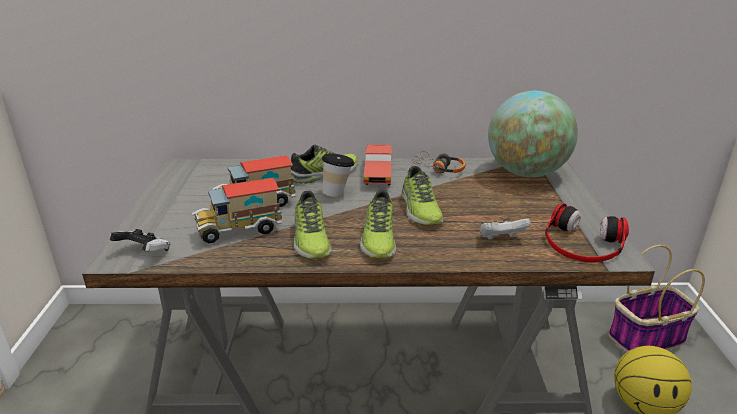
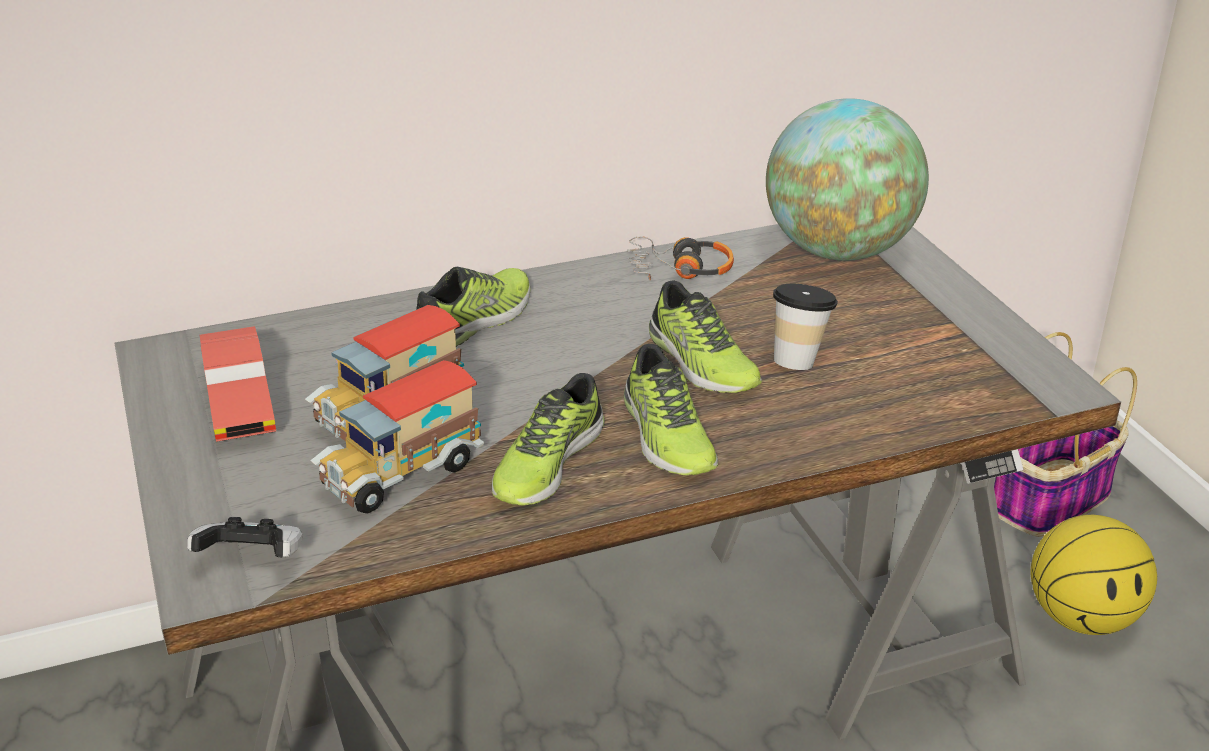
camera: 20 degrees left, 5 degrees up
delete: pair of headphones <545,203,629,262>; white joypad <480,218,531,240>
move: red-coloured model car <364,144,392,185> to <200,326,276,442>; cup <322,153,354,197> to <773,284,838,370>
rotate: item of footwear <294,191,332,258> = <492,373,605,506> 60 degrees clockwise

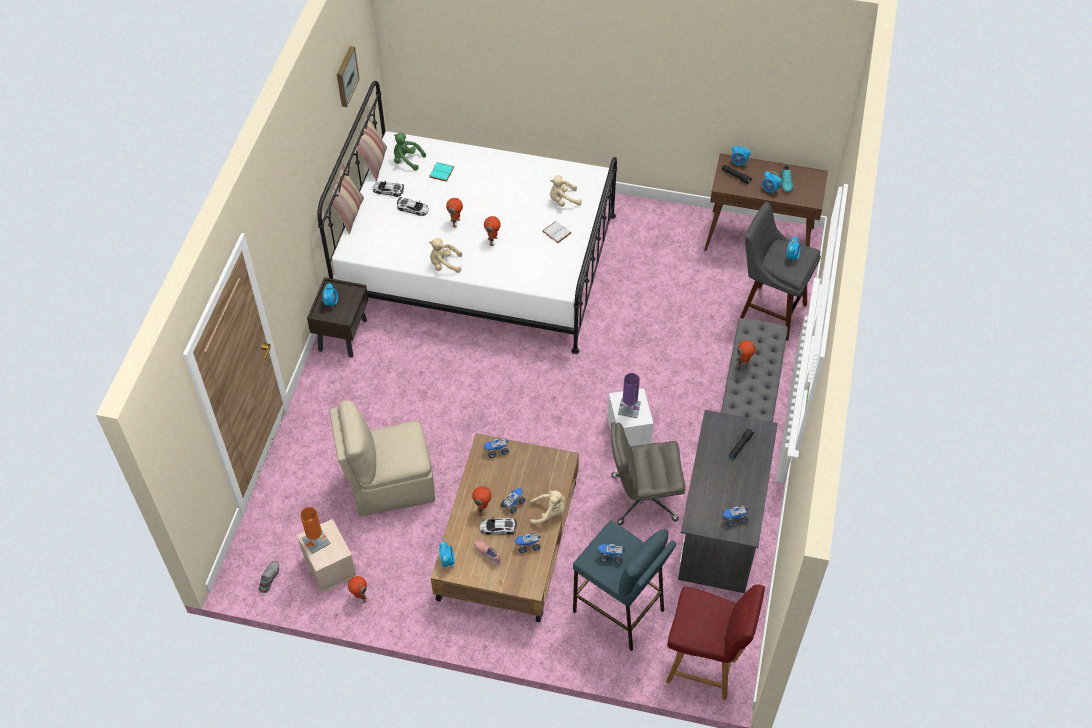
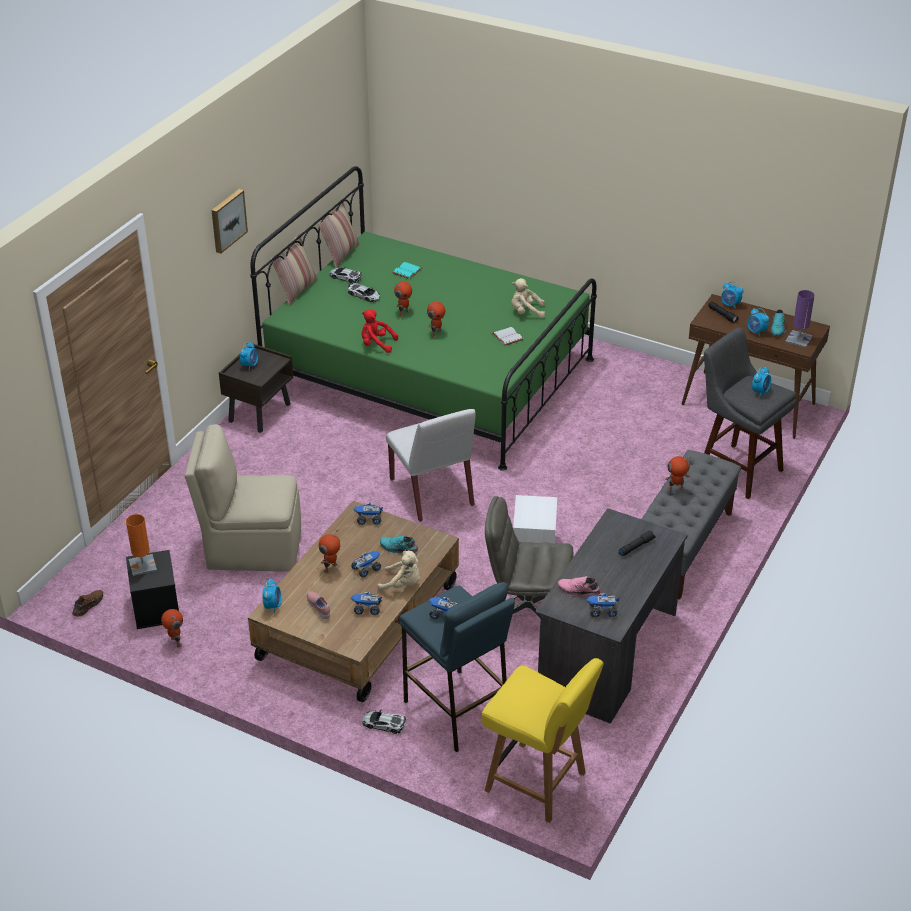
camera: 15 degrees right, 15 degrees down
delete: green plush toy <394,133,426,170>
insert: white plain chair <386,409,476,522>; turquoise-coloured item of footwear <380,535,418,554>; pink item of footwear <558,576,601,597>
move: wall art <337,46,360,107> to <211,189,248,254>; purple lamp for a table <618,373,641,418> to <785,290,815,348>; model car <479,517,517,535> to <362,710,406,734>
recolor: white bedroom bed <317,81,617,354> to green bedroom bed <250,166,597,471>; beige-coloured plush toy <429,238,462,273> to red-coloured plush toy <362,309,398,353>; beige-coloured storage box <297,519,357,593> to black-coloured storage box <126,550,179,629>; greyish item of footwear <259,561,279,593> to brownish item of footwear <72,590,103,617>; red-coloured plain chair <666,584,765,700> to yellow-coloured plain chair <481,658,604,823>

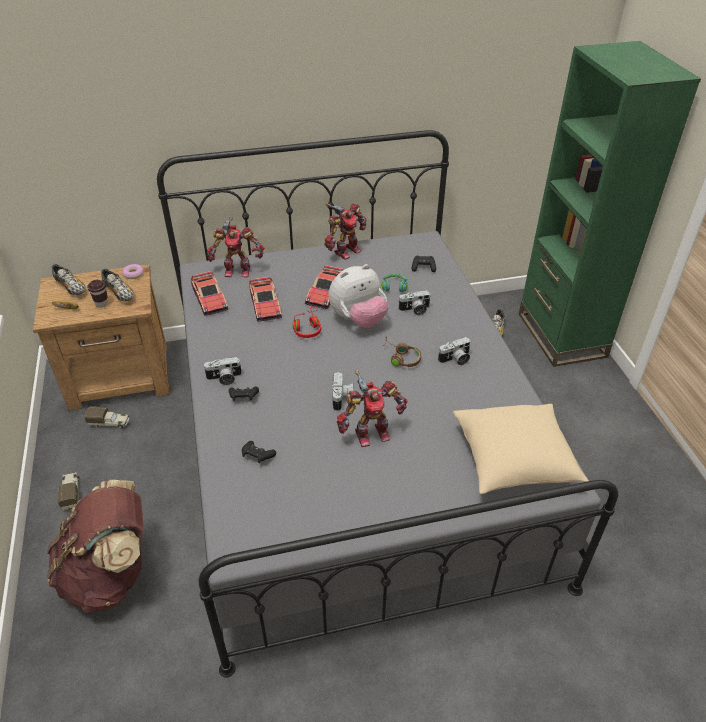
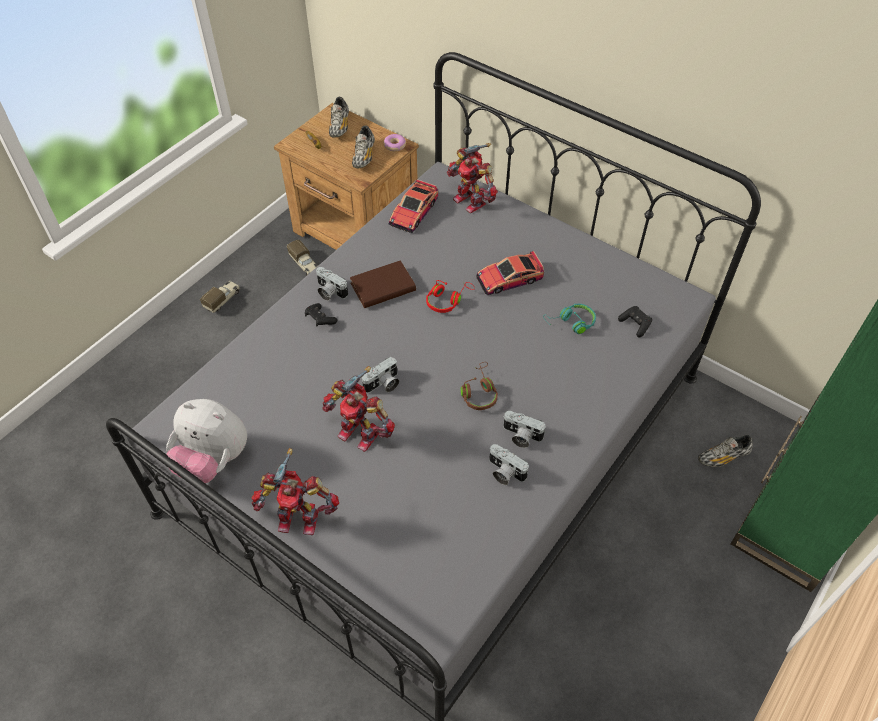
camera: 50 degrees right, 10 degrees up
delete: model car <249,277,282,322>; brownish cup <87,280,108,307>; beige-coloured cushion <453,404,589,494>; black-coloured joypad <242,441,276,463>; brownish backpack <47,480,143,613>
insert: brownish volume <350,260,416,308>
move: robot figure <324,204,367,260> to <252,448,339,535>; plush toy <329,264,388,328> to <166,399,247,483>; still camera <398,290,431,315> to <489,444,529,485>

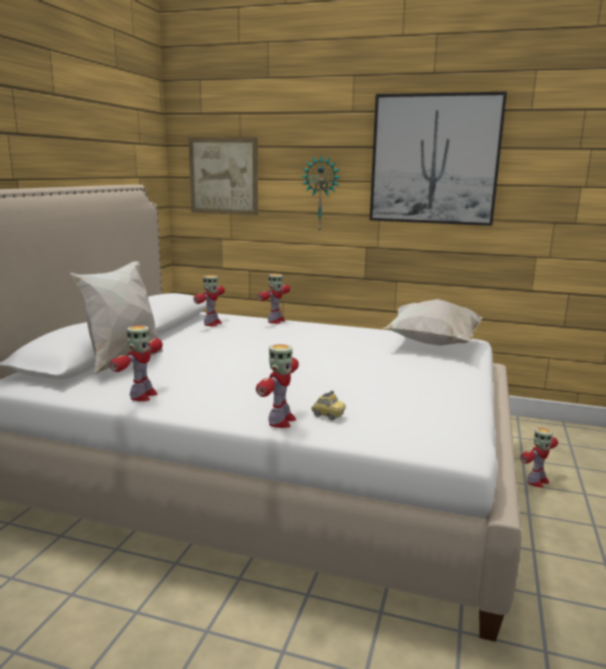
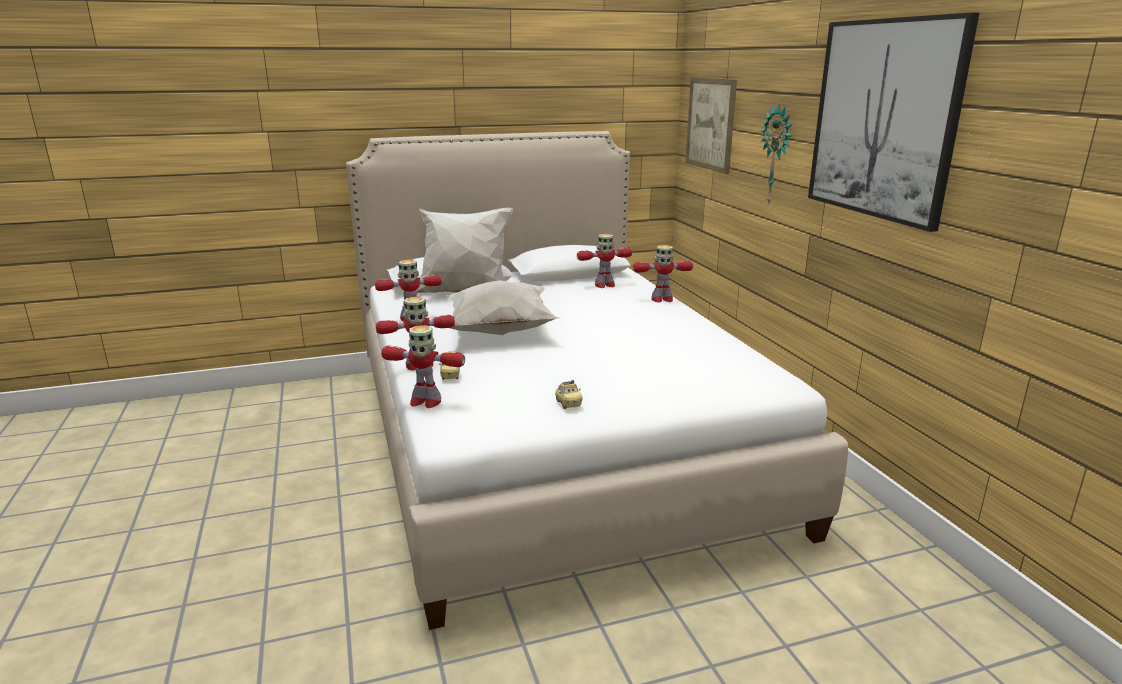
camera: 55 degrees right, 5 degrees up
insert: model car <555,380,582,409>
move: white cushion <384,299,482,346> to <445,280,560,335>; robot figure <520,427,558,488> to <381,325,465,408>

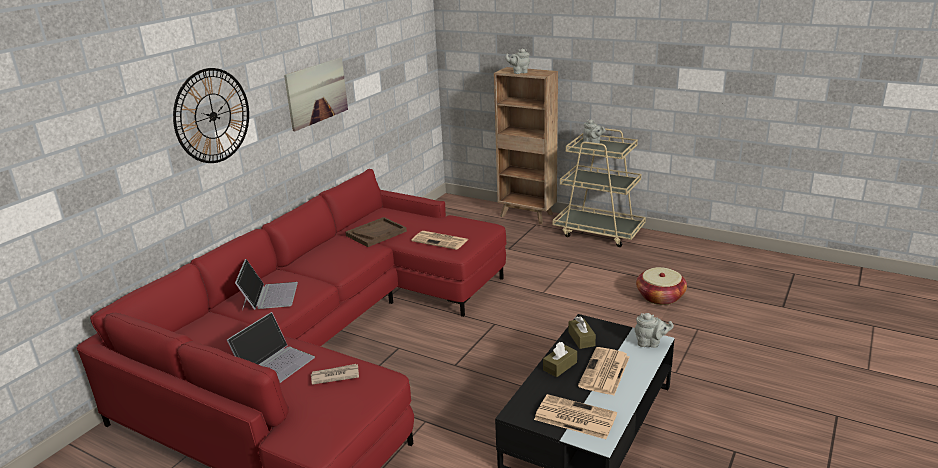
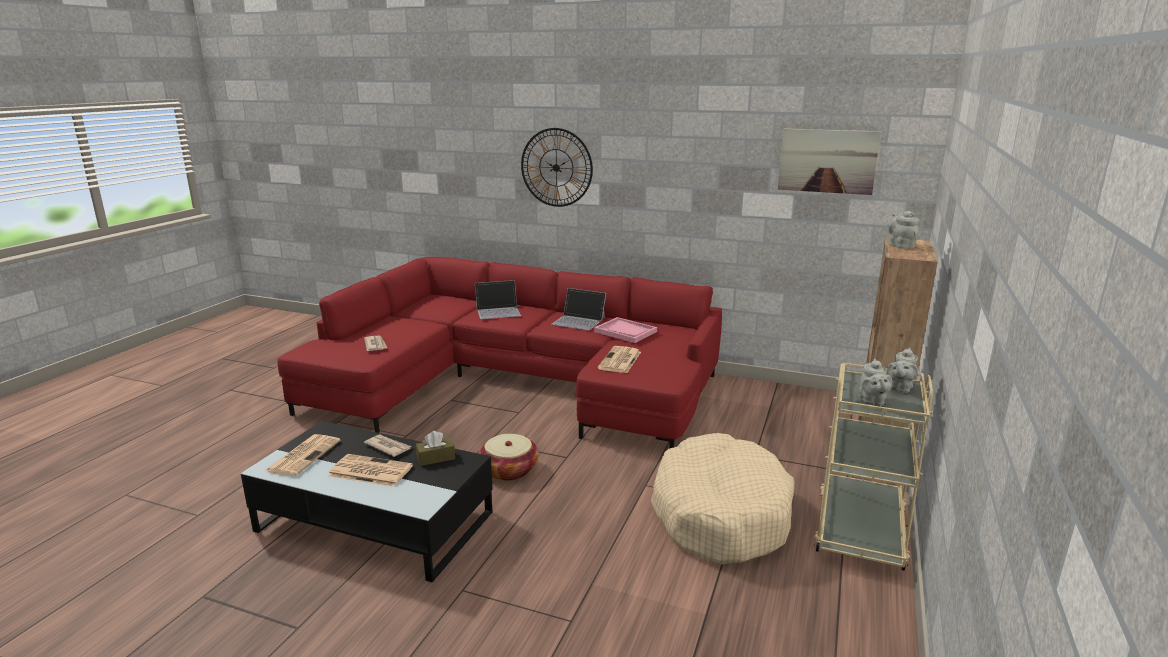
camera: 80 degrees right, 5 degrees down
insert: beige-coloured pet bed <651,433,795,564>
move: wall art <284,58,348,131> to <778,128,881,195>; basket <636,267,687,305> to <478,434,539,481>; notebook computer <227,312,315,383> to <552,288,606,330>; greyish teapot <635,313,674,348> to <859,359,892,406>
replace: brownish tissue holder <543,342,577,377> to newspaper <364,434,412,457>
recolor: brownish serving tray <346,217,407,247> to pink serving tray <594,317,657,343>

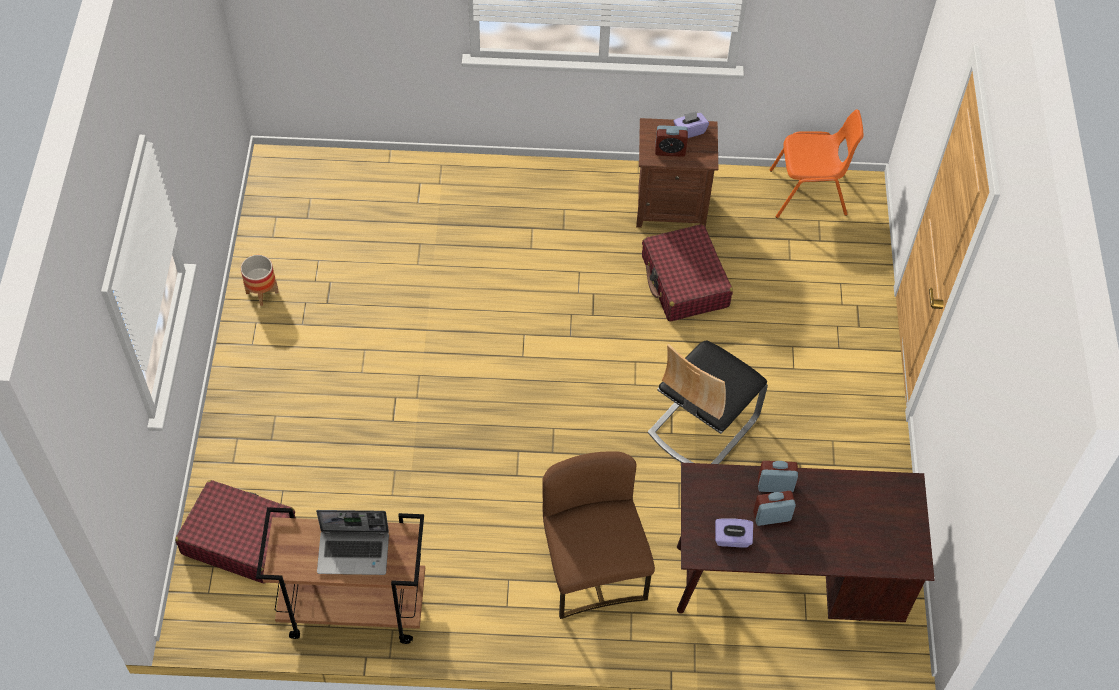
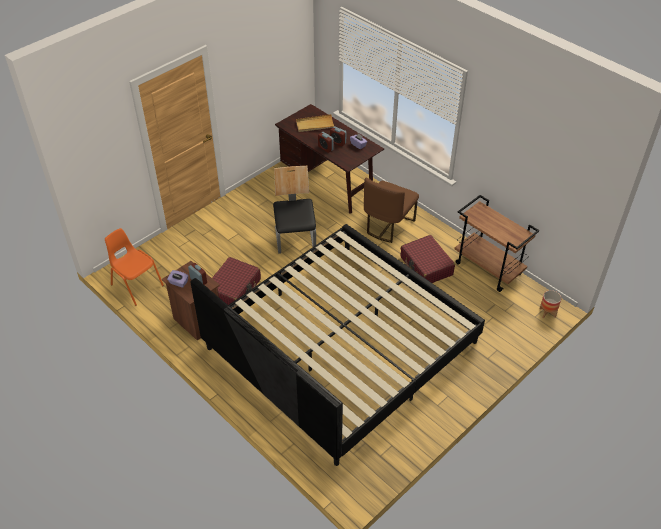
camera: 135 degrees left, 10 degrees down
delete: notebook computer <316,510,389,575>
insert: beige-coloured serving tray <296,114,334,132>; bedroom bed <190,224,485,466>
move: plant pot <241,255,279,306> to <540,290,561,318>; red-coloured piece of luggage <175,480,296,584> to <401,235,455,283>
rotate: plain chair <648,341,768,464> = <273,166,316,254> 90 degrees counterclockwise

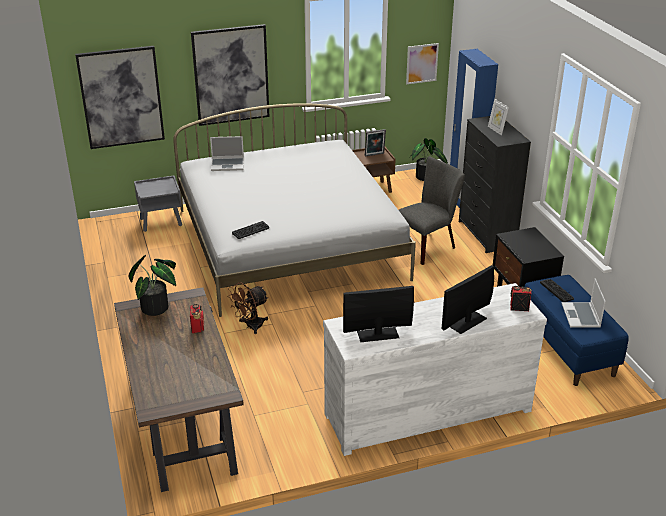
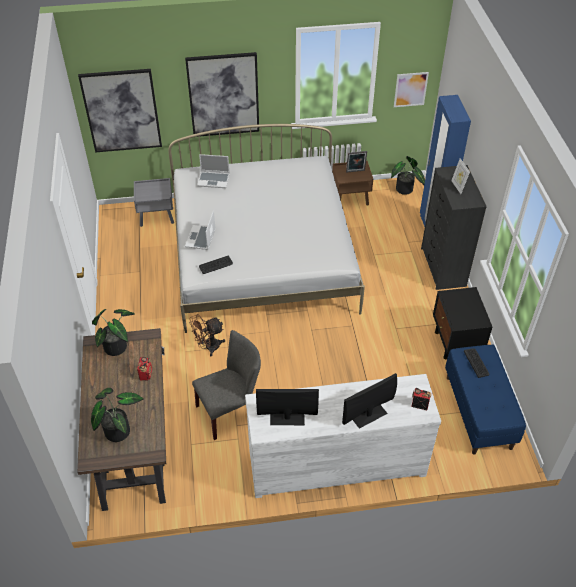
camera: 10 degrees right, 15 degrees up
insert: houseplant <91,388,144,442>
move: greyish plain chair <399,156,465,265> to <192,330,261,440>; notebook computer <562,278,606,327> to <185,210,216,250>

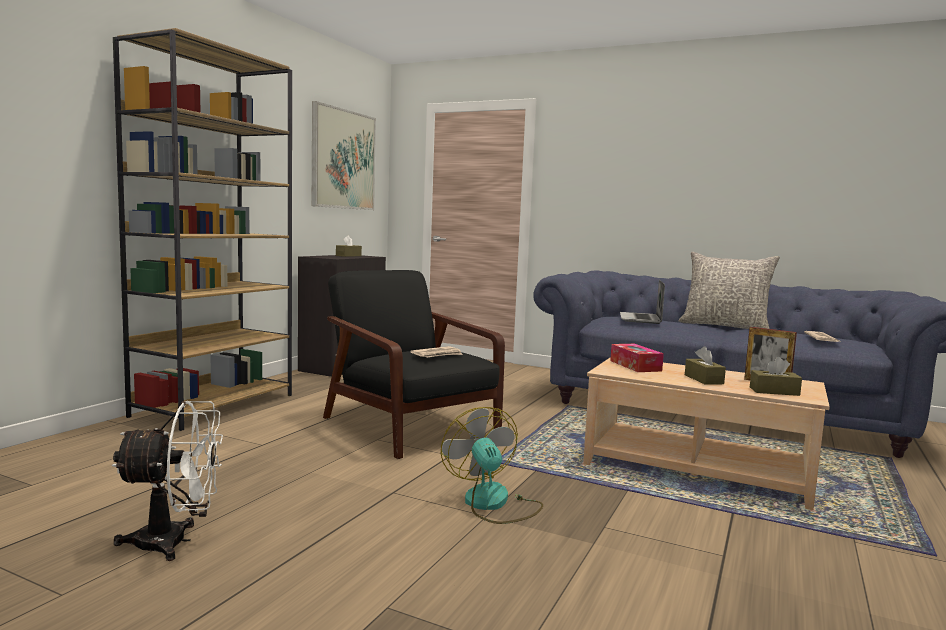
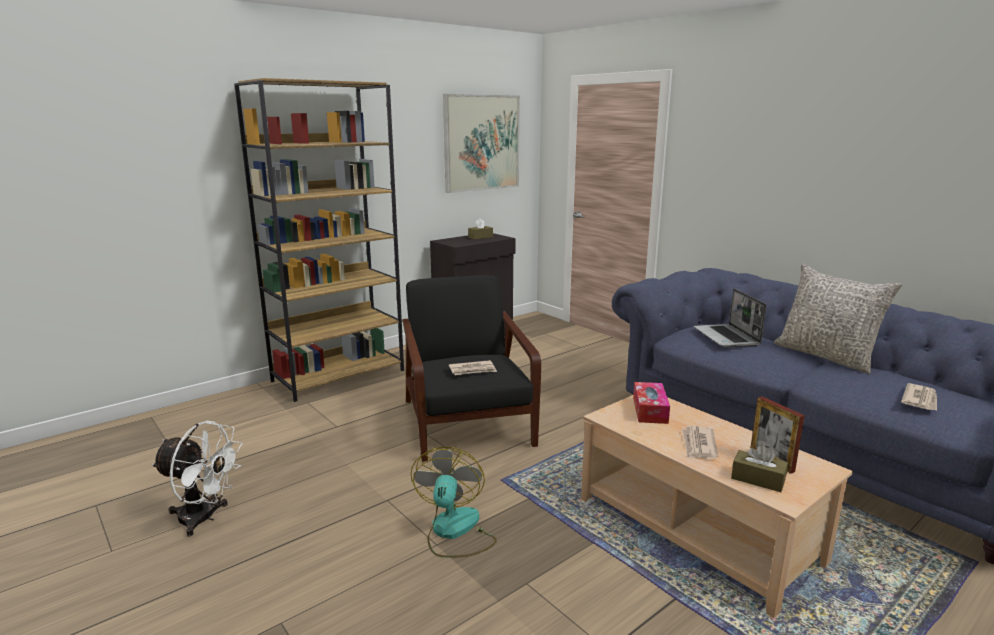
camera: 25 degrees right, 10 degrees up
replace: brownish tissue holder <685,346,726,385> to newspaper <682,426,718,459>
rotate: notebook computer <620,280,665,324> = <694,288,766,347> 45 degrees counterclockwise

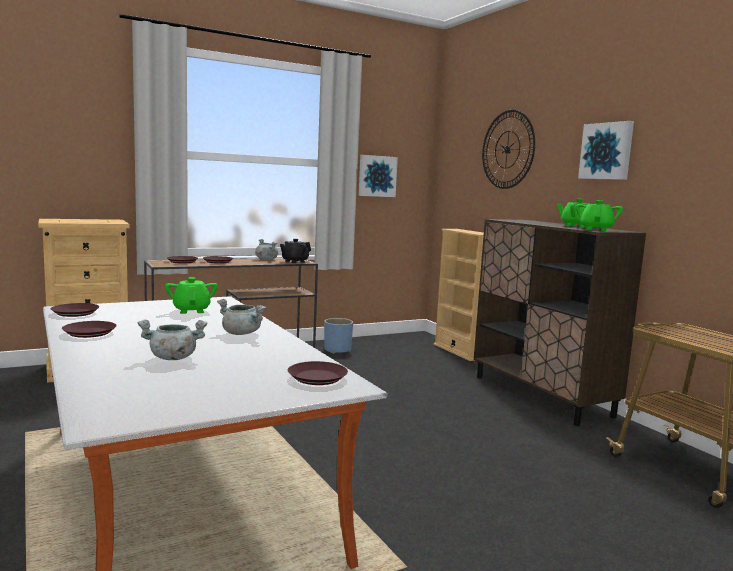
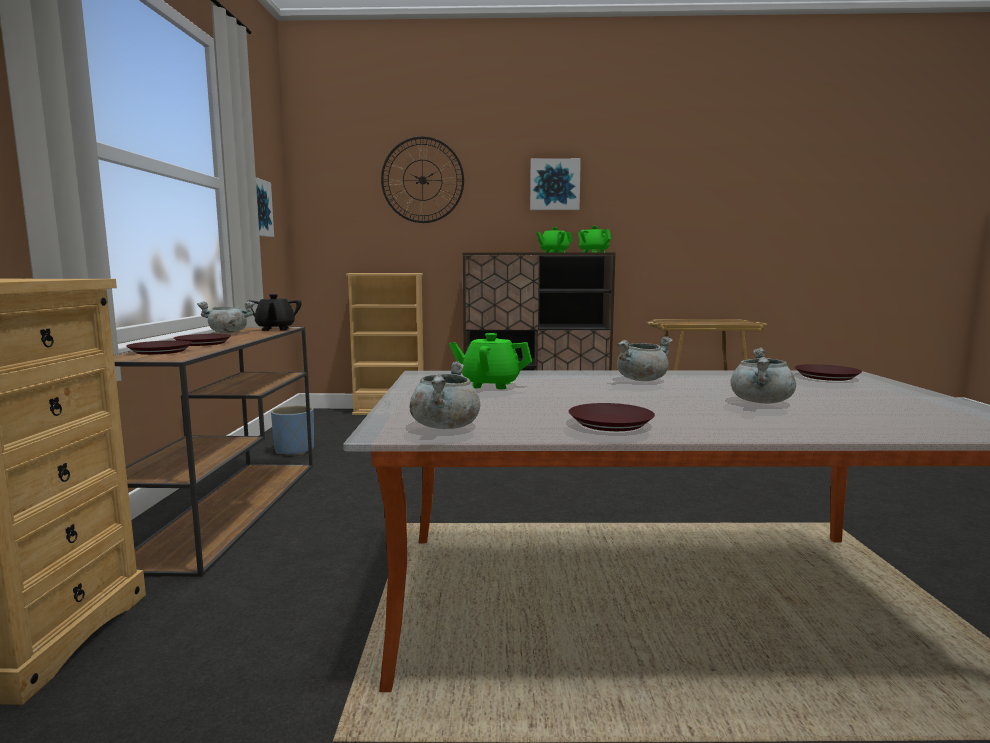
camera: 60 degrees left, 0 degrees up
replace: brownish flat dish <51,303,99,317> to greyish stockpot <410,361,480,429>

